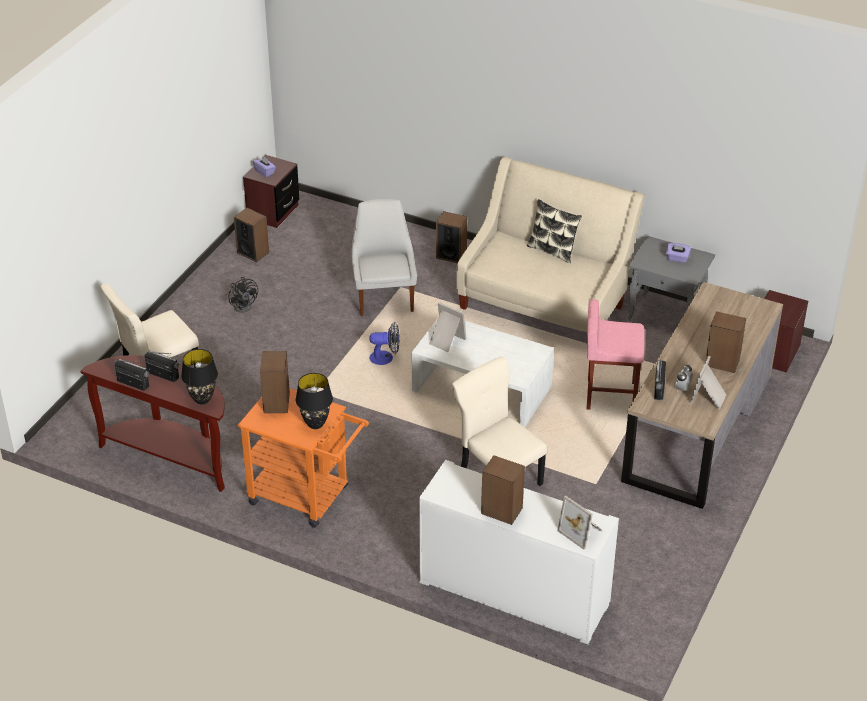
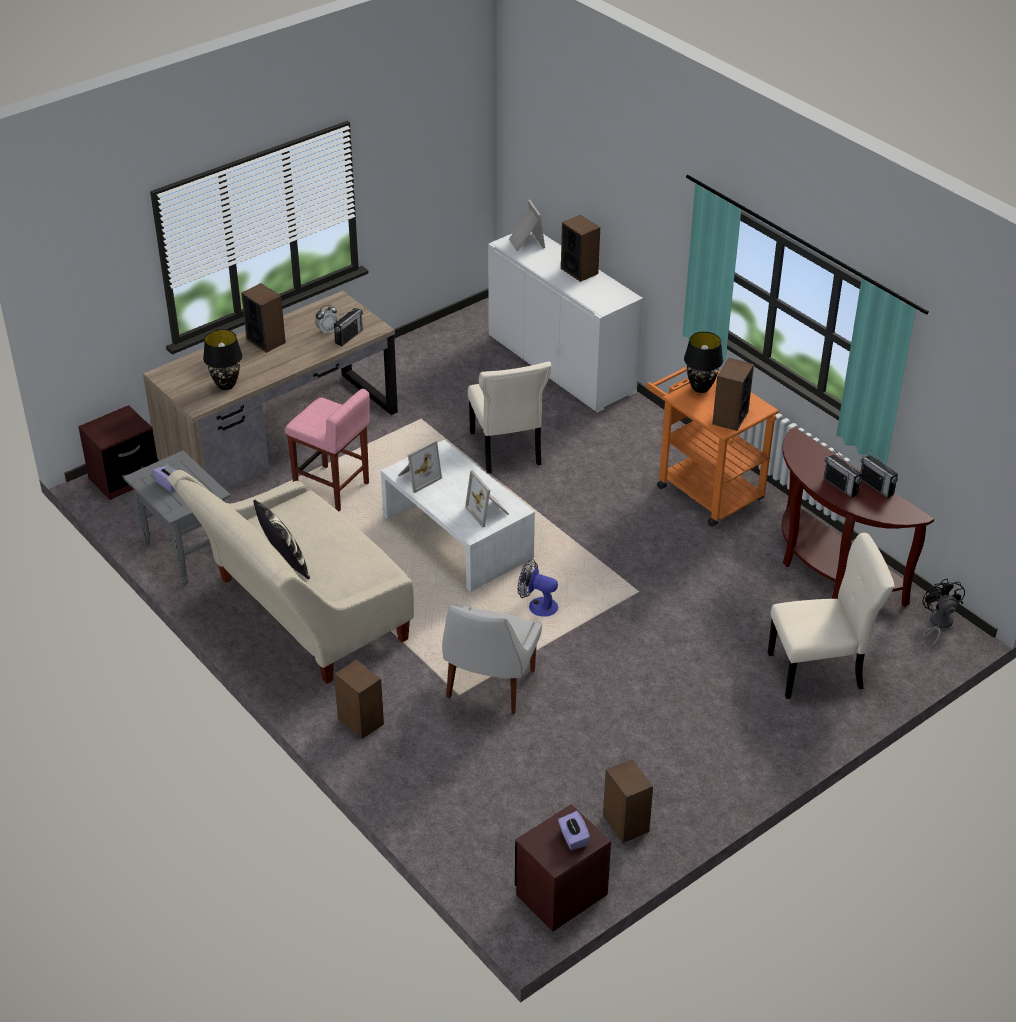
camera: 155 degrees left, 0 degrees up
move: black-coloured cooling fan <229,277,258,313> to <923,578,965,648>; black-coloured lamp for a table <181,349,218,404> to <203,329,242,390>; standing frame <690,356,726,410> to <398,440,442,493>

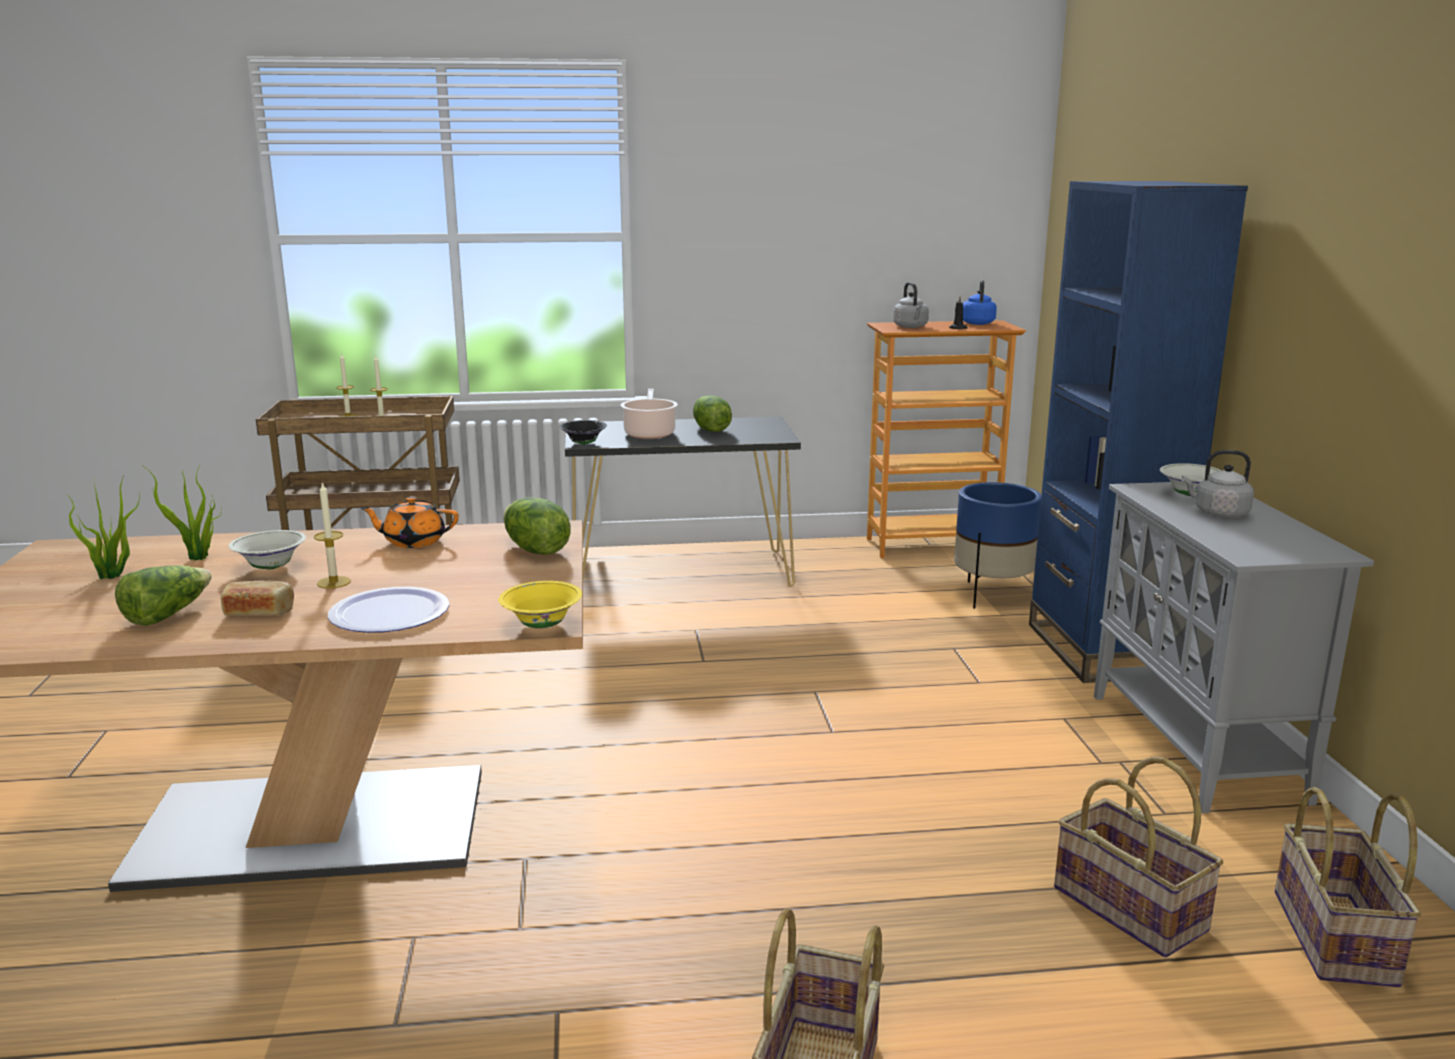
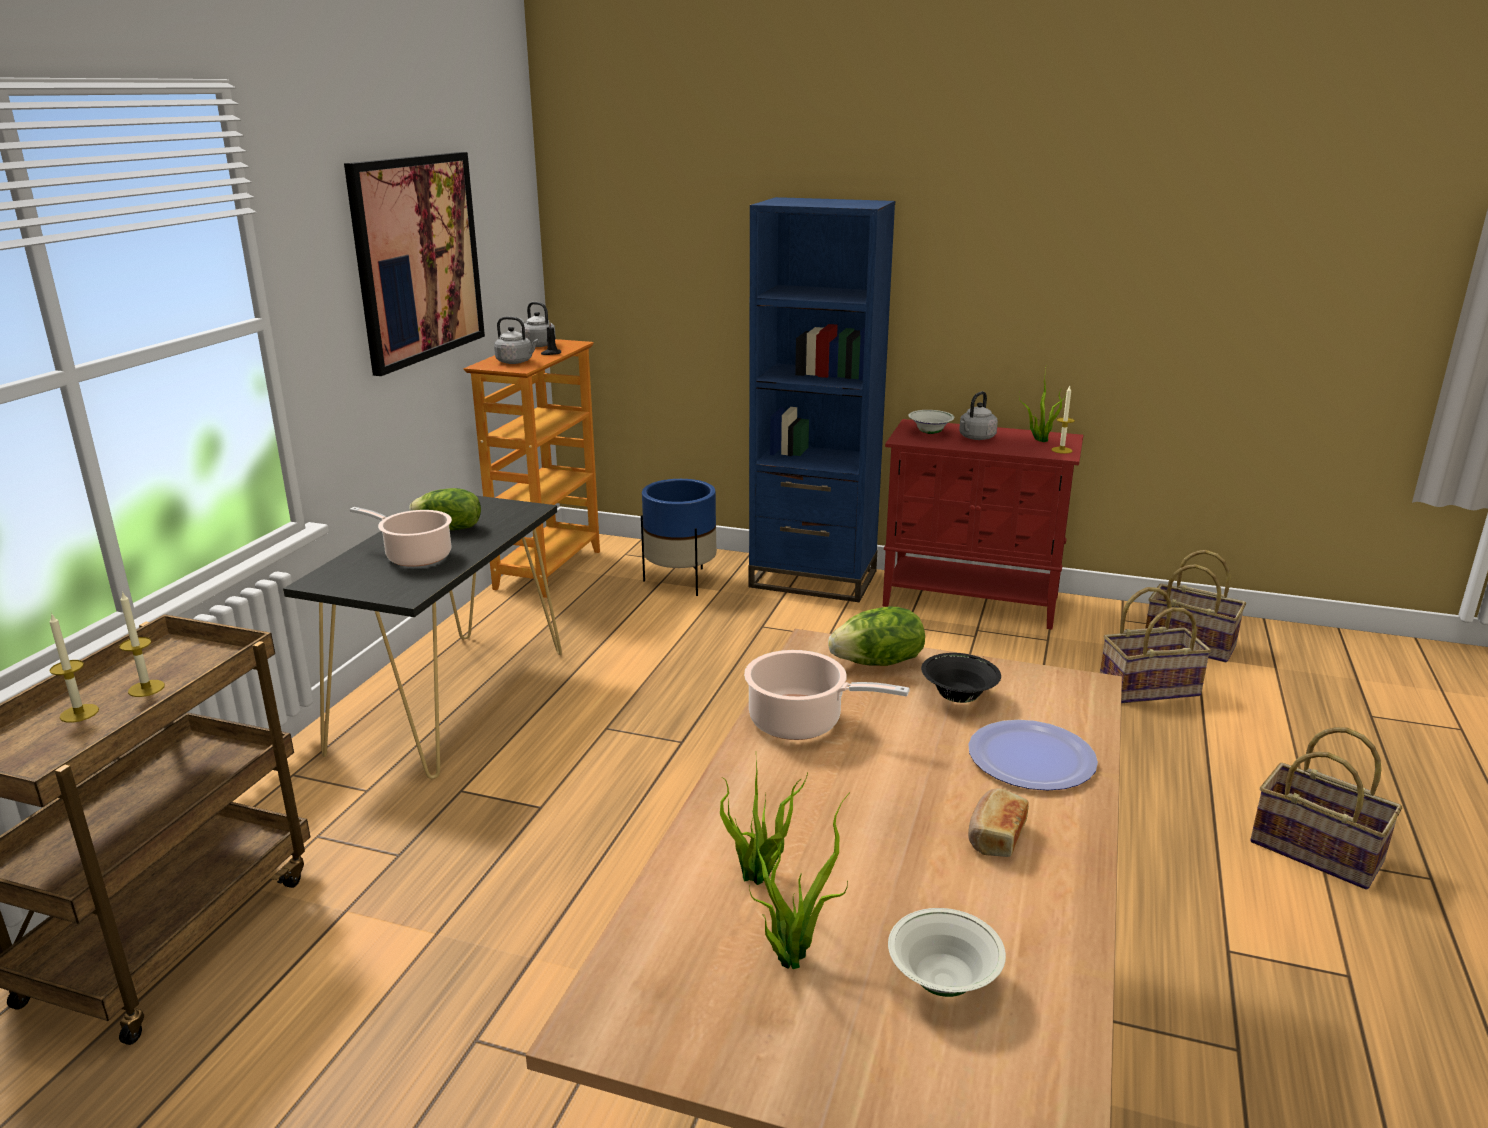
camera: 65 degrees left, 5 degrees up
delete: lettuce head <115,565,212,626>; yellow-coloured serving bowl <498,581,582,628>
insert: wall art <344,152,485,376>; houseplant <1019,368,1067,442>
move: black-coloured serving bowl <559,420,607,445> to <921,653,1001,703>; wax light <314,482,351,589> to <1051,386,1075,454>; white serving bowl <228,530,306,569> to <888,908,1006,997>
replace: orange teapot <360,496,459,548> to stockpot <744,650,910,740>
recolor: blue-coloured kettle <963,280,997,325> to greyish kettle <519,302,556,347>; greyish cupboard <1094,482,1374,813> to red-coloured cupboard <883,419,1083,629>

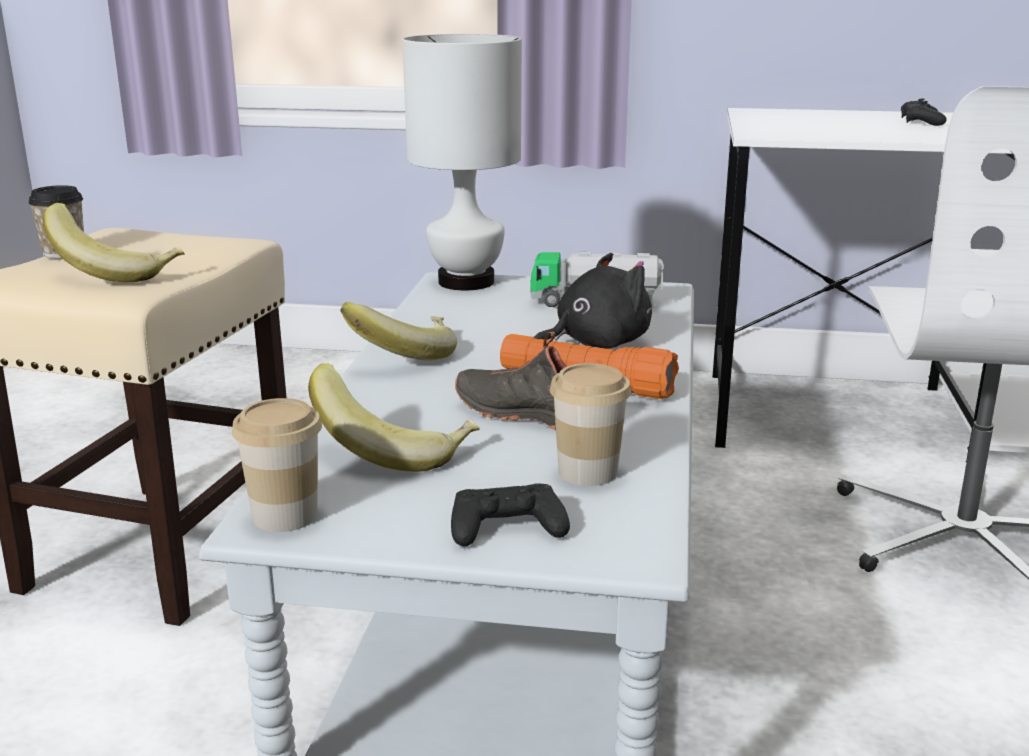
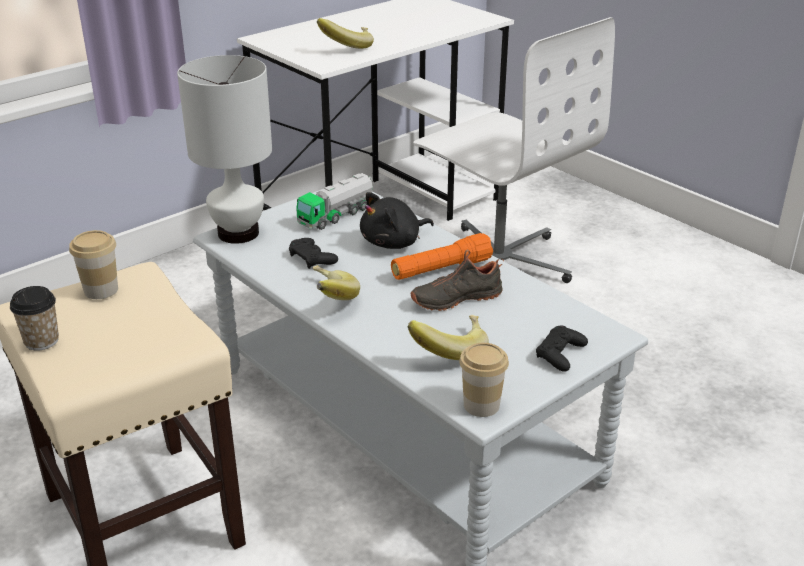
camera: 50 degrees left, 10 degrees up
move: black-coloured joypad <901,98,947,126> to <289,238,338,269>; whole banana <43,203,185,282> to <317,18,374,49>; cup <550,363,631,486> to <69,230,118,299>
rotate: black-coloured plush toy <534,253,652,349> = <360,192,434,249> 135 degrees counterclockwise

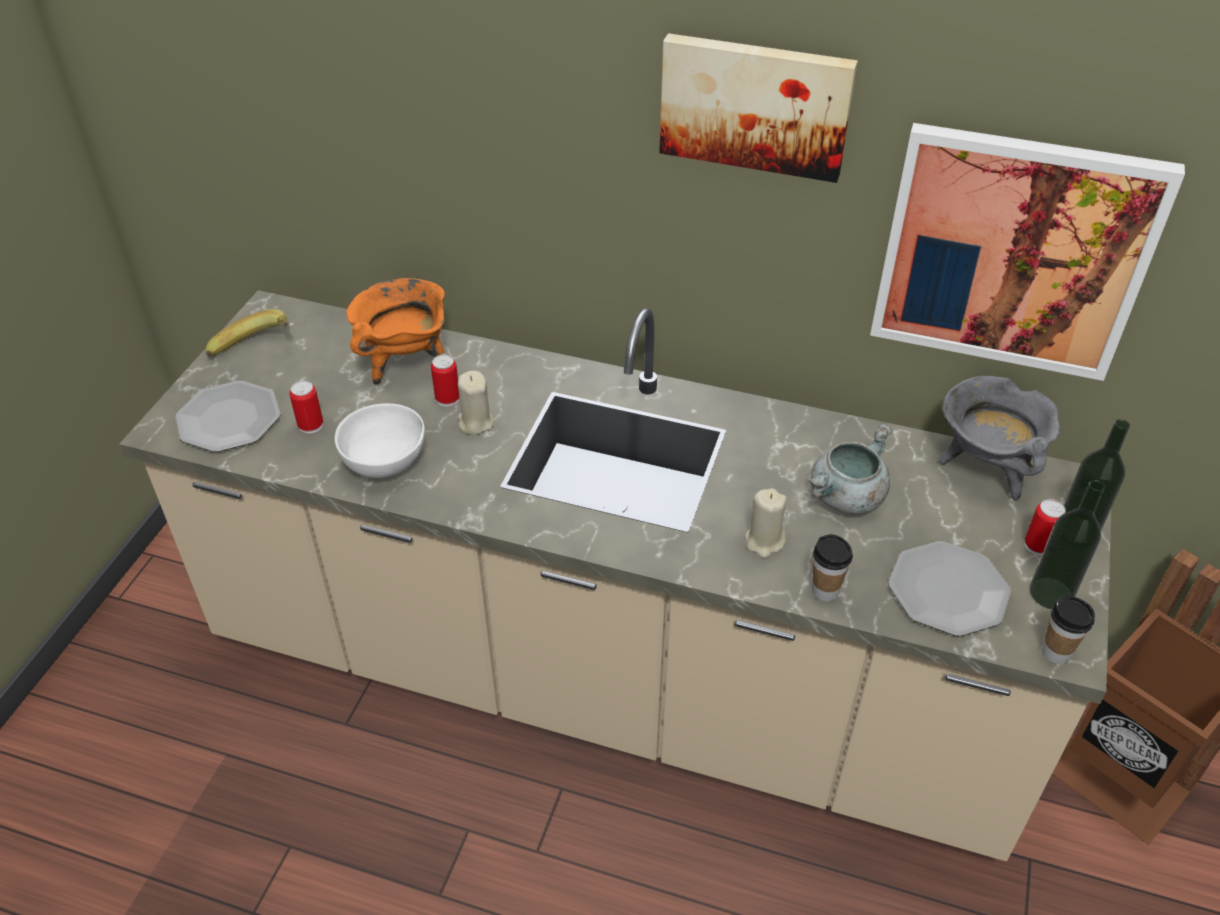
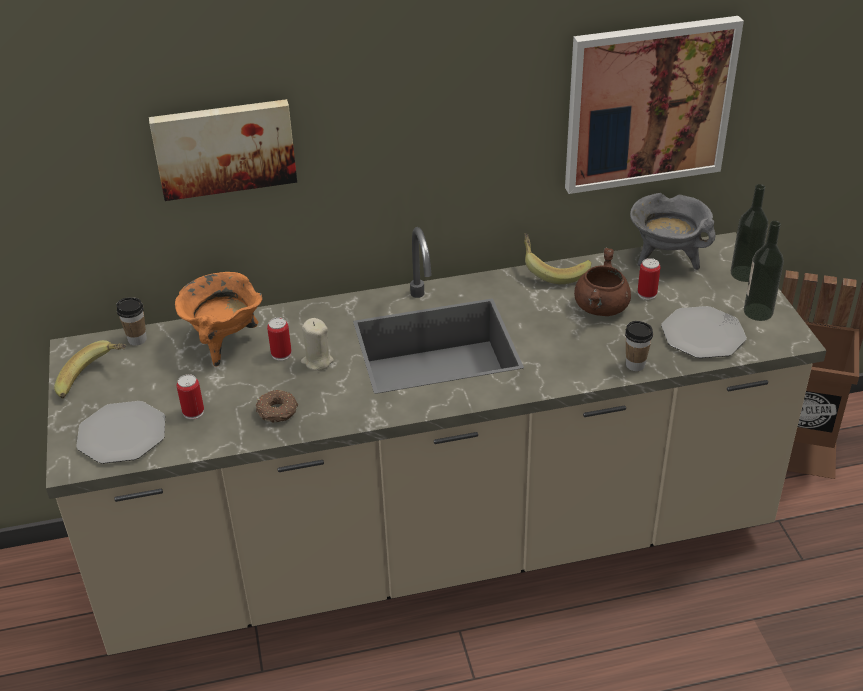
camera: 30 degrees left, 5 degrees down
delete: beige-coloured wax light <745,488,787,558>
insert: whole banana <524,233,591,284>
move: wall art <659,33,858,183> to <149,99,297,201>; can <1025,499,1066,556> to <638,258,660,300>; cup <1042,596,1095,664> to <116,297,147,346>
replace: white serving bowl <335,403,425,478> to donut <256,389,298,423>
recolor: greyish stockpot <809,423,892,514> to brownish stockpot <574,248,631,316>

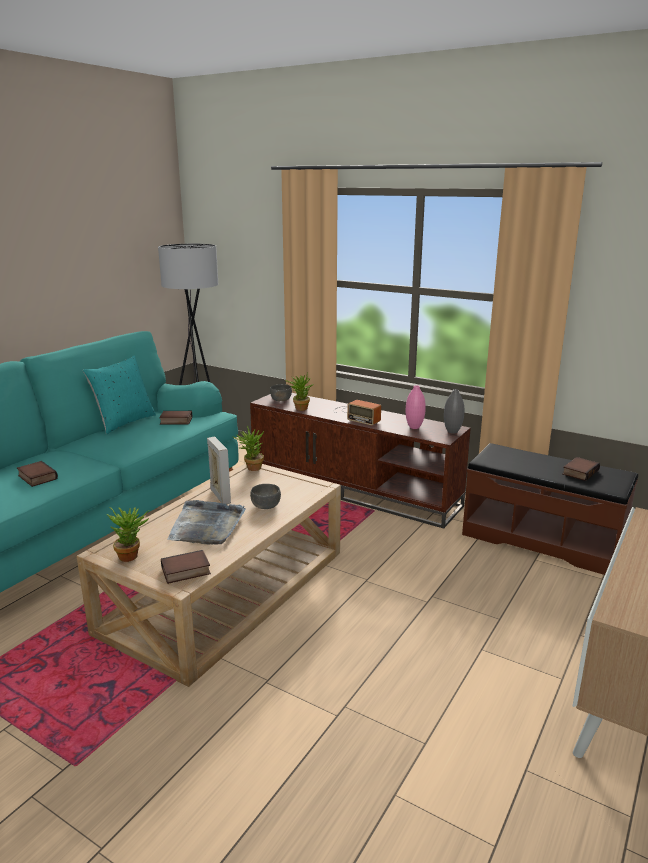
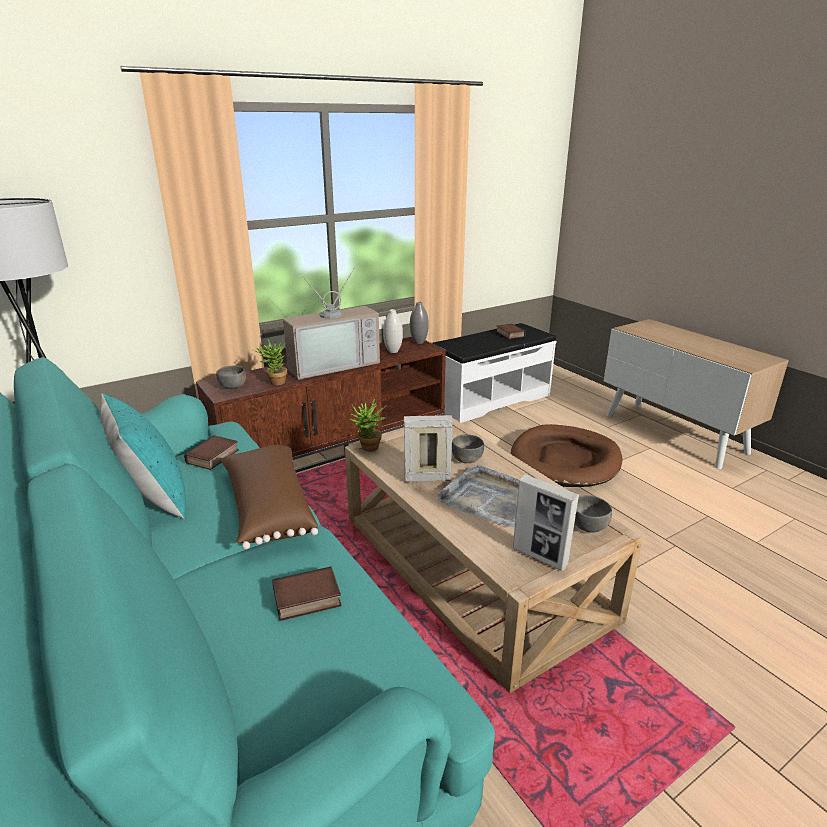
camera: 65 degrees left, 5 degrees up
insert: brownish pet bed <511,424,622,487>; brownish cushion <221,445,318,549>
replace: radio <333,400,381,425> to TV set <283,266,380,380>; houseplant <107,507,149,562> to standing frame <513,474,579,571>; volume <161,550,211,584> to greyish serving bowl <574,495,612,533>
recolor: pink flower vase <406,385,426,429> to white flower vase <383,309,403,353>; brownish bench <462,443,638,575> to white bench <432,323,556,423>

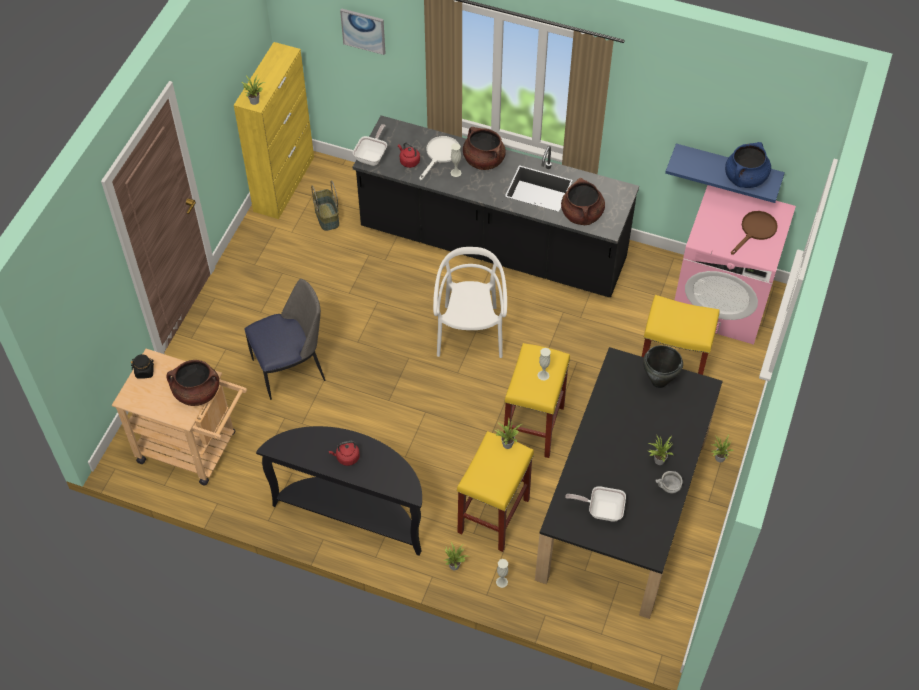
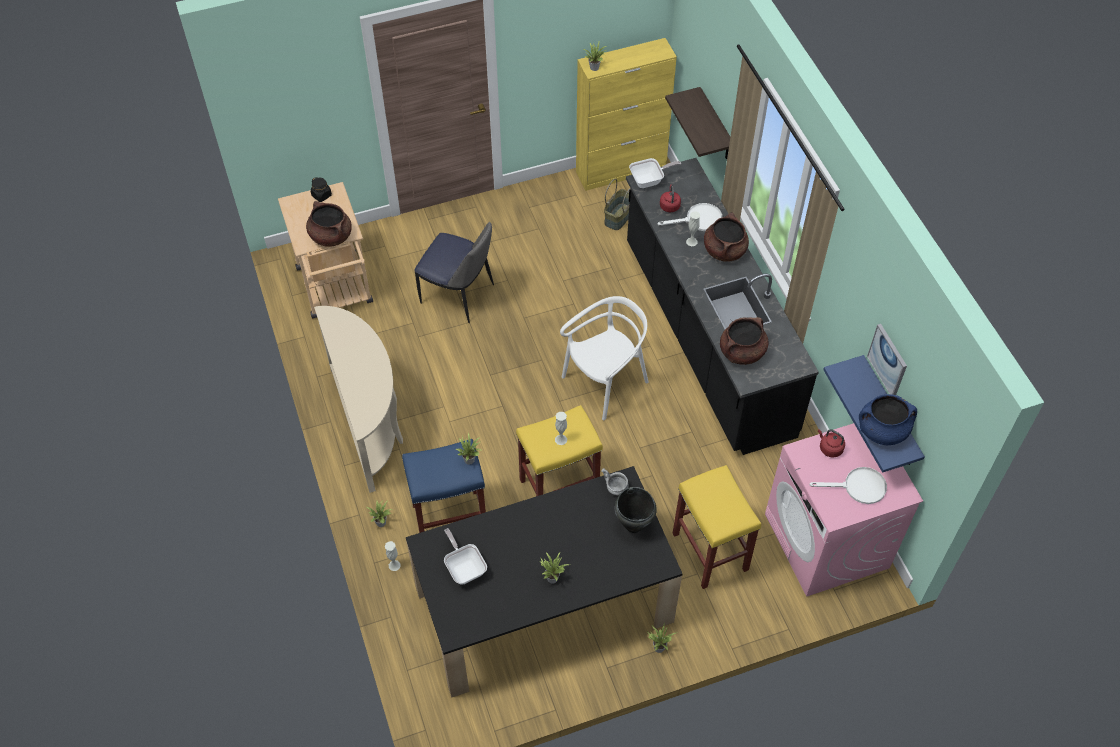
camera: 50 degrees right, 0 degrees up
insert: bracket shelf <665,87,730,159>
move: wall art <340,8,385,55> to <867,324,907,395>; red-coloured kettle <329,441,360,466> to <818,429,845,458>; greyish serving bowl <655,471,683,494> to <601,468,629,495>
recolor: brownish skillet <731,211,778,255> to white skillet <809,467,887,504>; black-coloured hall table <256,426,422,556> to beige-coloured hall table <314,306,403,493>; yellow-coloured stool <457,431,534,552> to blue-coloured stool <402,439,486,533>

